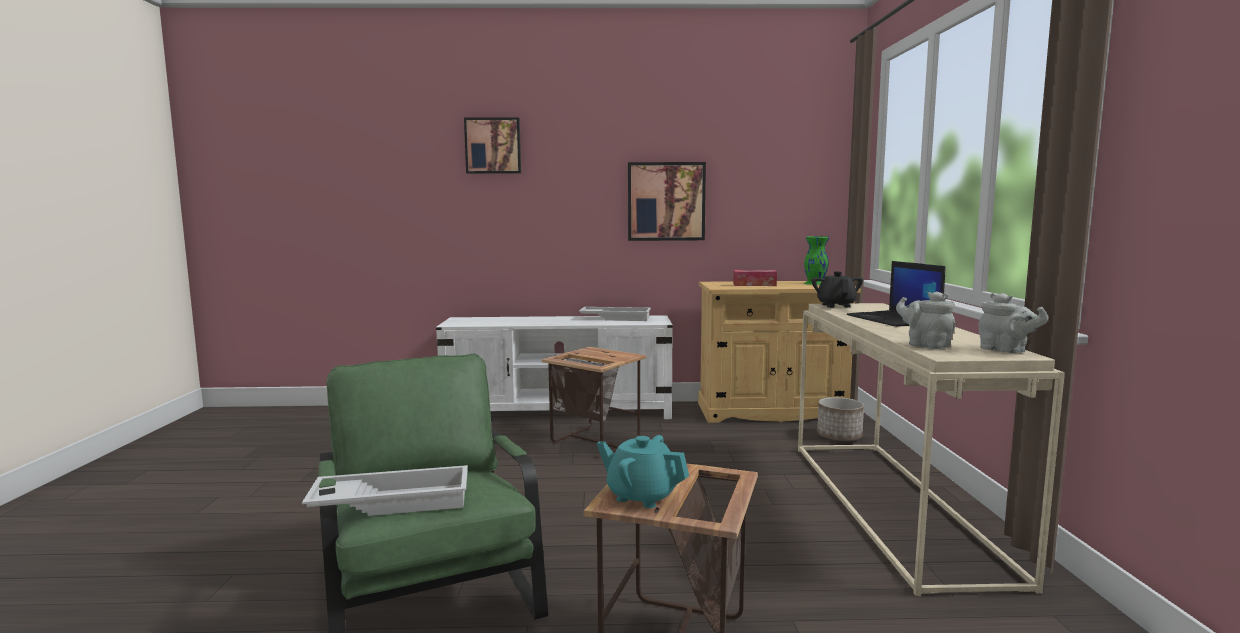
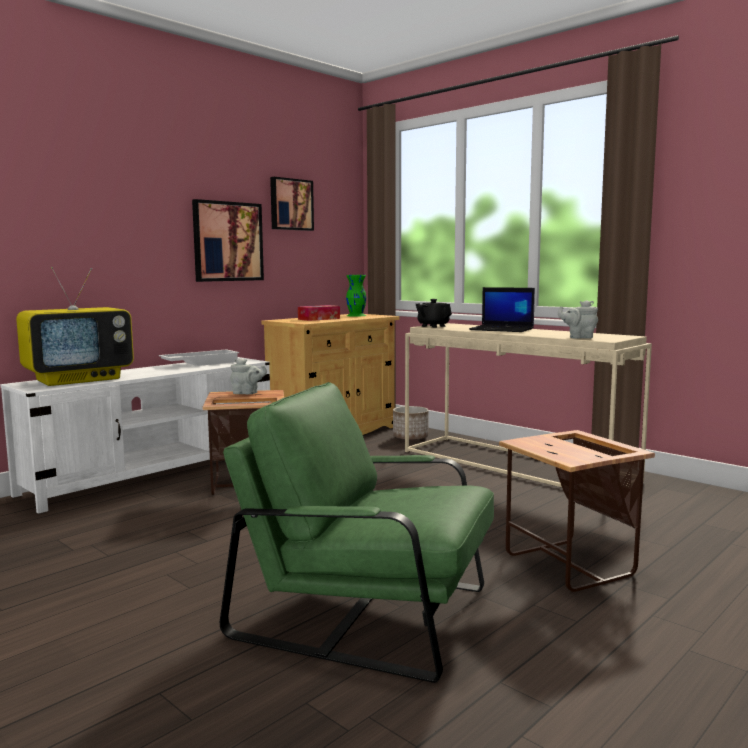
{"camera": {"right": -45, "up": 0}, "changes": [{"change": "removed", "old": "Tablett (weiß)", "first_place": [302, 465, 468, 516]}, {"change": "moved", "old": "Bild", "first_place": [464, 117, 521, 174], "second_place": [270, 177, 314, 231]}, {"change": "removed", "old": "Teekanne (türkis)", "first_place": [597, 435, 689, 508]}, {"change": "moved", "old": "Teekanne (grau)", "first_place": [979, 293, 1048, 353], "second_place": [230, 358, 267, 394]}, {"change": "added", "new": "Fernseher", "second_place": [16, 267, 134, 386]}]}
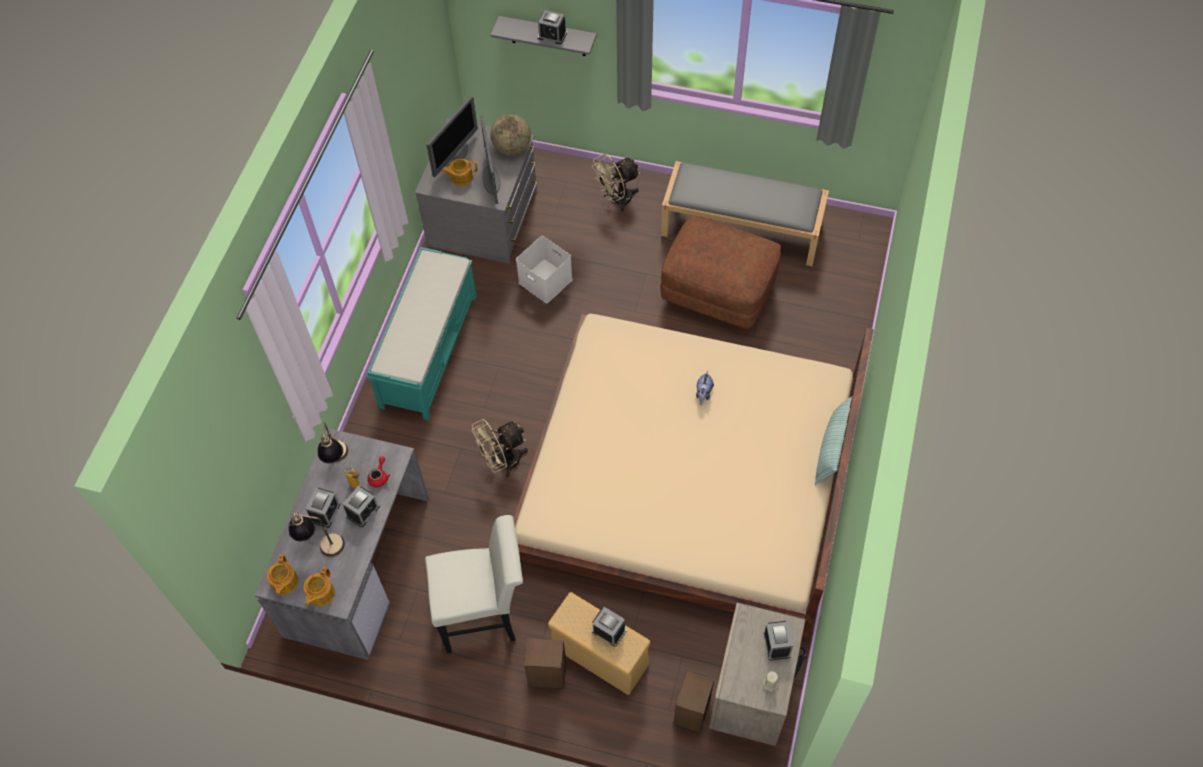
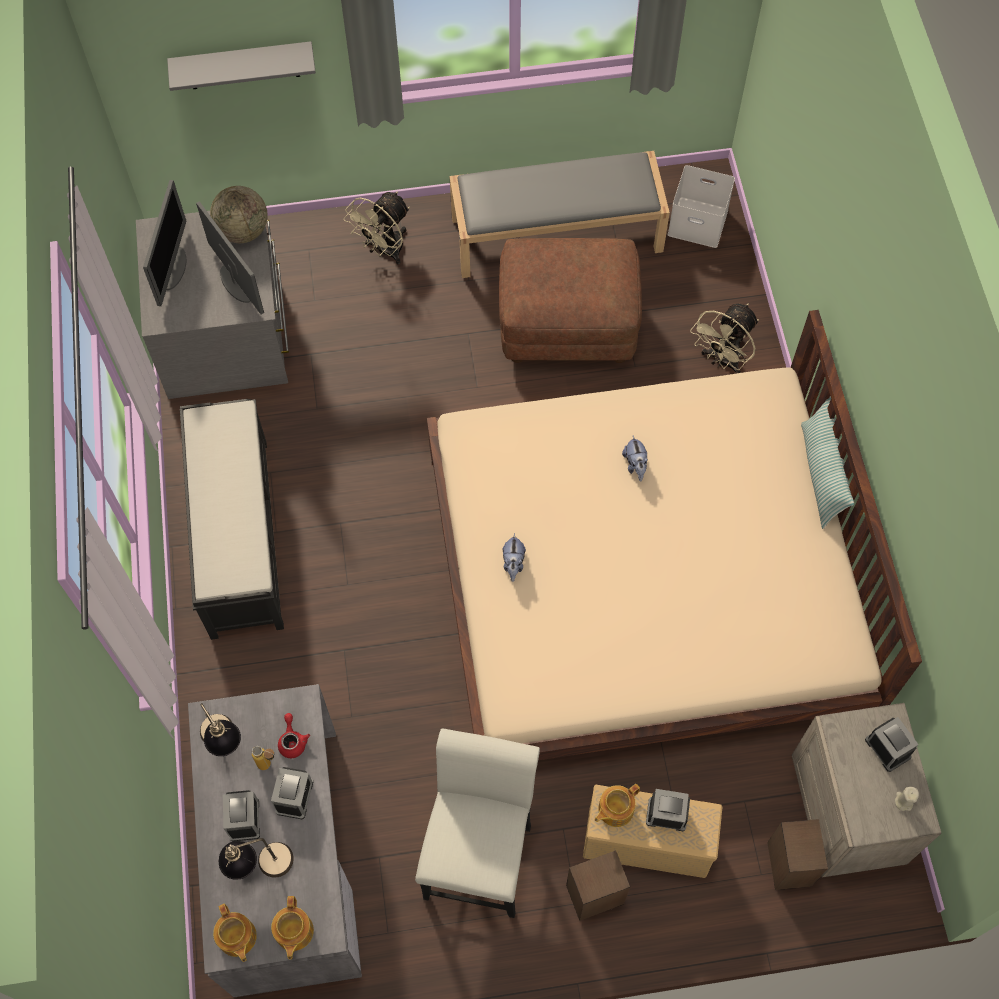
{"camera": {"right": -25, "up": 5}, "changes": [{"change": "recoloured", "old": "Bank (türkis)", "new": "Bank (schwarz)", "first_place": [367, 247, 477, 420], "second_place": [180, 399, 284, 640]}, {"change": "turned", "old": "Stuhl (weiß)", "first_place": [425, 515, 523, 653], "second_place": [415, 729, 540, 918], "degrees": -45}, {"change": "moved", "old": "Teekanne", "first_place": [442, 159, 477, 186], "second_place": [595, 784, 640, 827]}, {"change": "moved", "old": "Ventilator (beige)", "first_place": [472, 419, 528, 478], "second_place": [690, 303, 759, 373]}, {"change": "moved", "old": "Aufbewahrungsbox (weiß)", "first_place": [516, 236, 573, 303], "second_place": [668, 165, 735, 248]}, {"change": "removed", "old": "Wecker", "first_place": [538, 10, 567, 44]}, {"change": "added", "new": "Plüschtier", "second_place": [503, 533, 526, 582]}]}
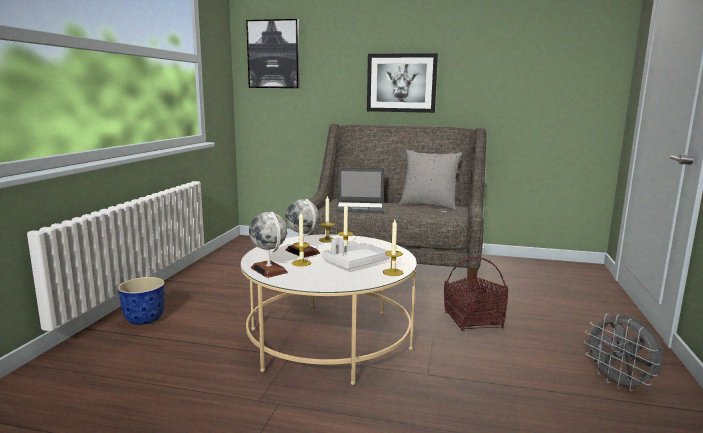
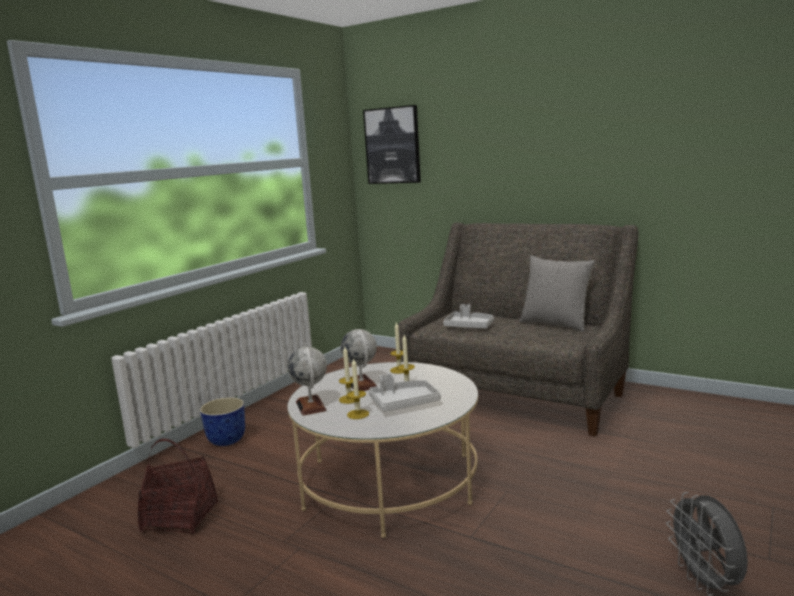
{"camera": {"right": 20, "up": 0}, "changes": [{"change": "replaced", "old": "Laptop", "new": "Tablett (grau)", "first_place": [335, 167, 385, 213], "second_place": [443, 304, 494, 328]}, {"change": "removed", "old": "Bild", "first_place": [367, 53, 438, 113]}, {"change": "moved", "old": "Kerze", "first_place": [383, 220, 403, 276], "second_place": [347, 358, 369, 419]}, {"change": "moved", "old": "Korb", "first_place": [444, 257, 508, 331], "second_place": [138, 439, 218, 534]}]}
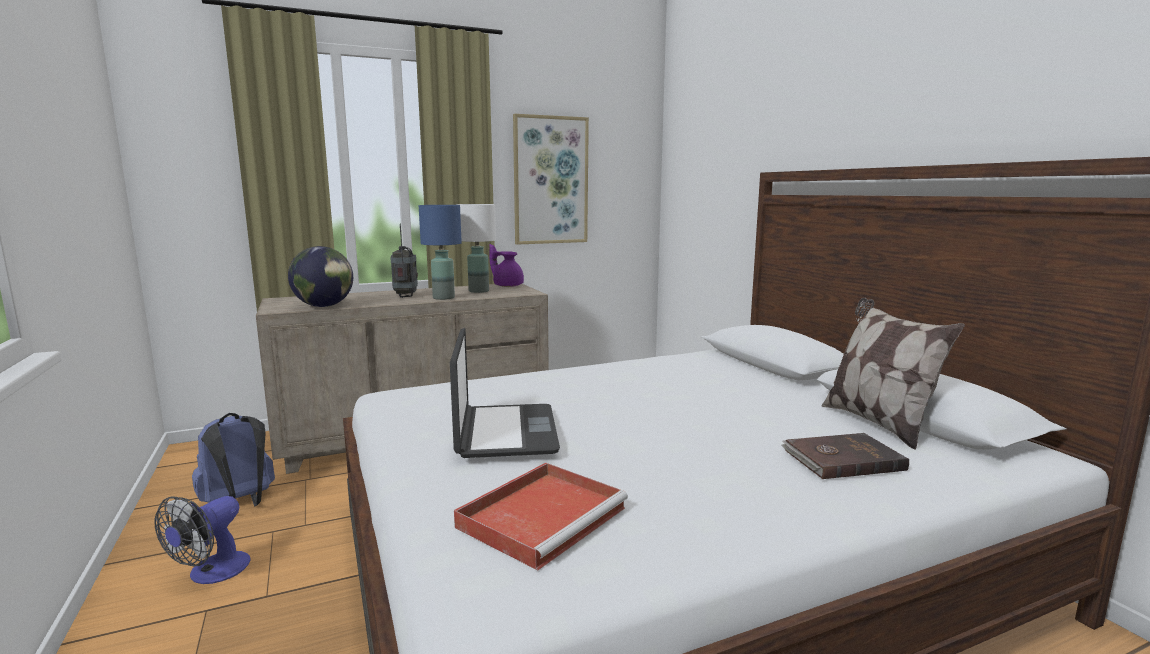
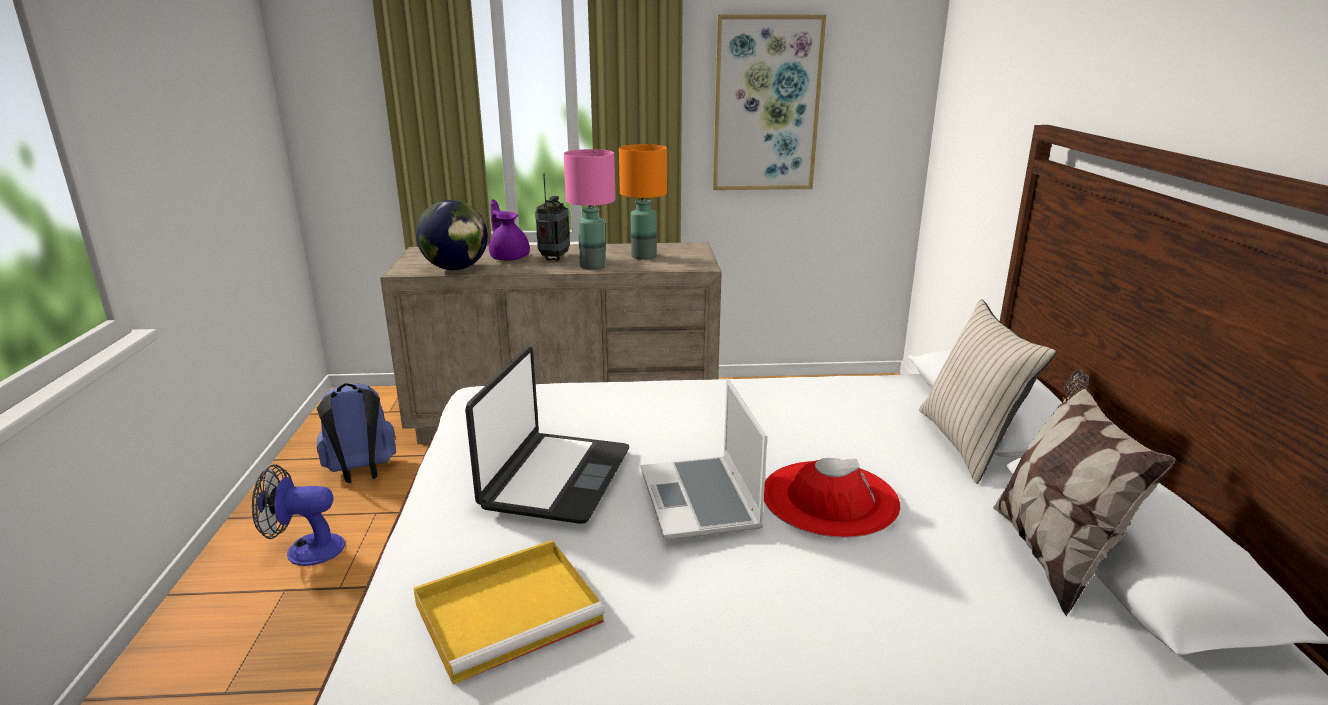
{"camera": {"right": 20, "up": 10}, "changes": [{"change": "turned", "old": "Ventilator", "first_place": [154, 496, 251, 584], "second_place": [252, 464, 345, 566], "degrees": 45}, {"change": "recoloured", "old": "Tischlampe (blau)", "new": "Tischlampe (rosa)", "first_place": [419, 205, 462, 300], "second_place": [564, 149, 615, 269]}, {"change": "recoloured", "old": "Tablett (rot)", "new": "Tablett (gelb)", "first_place": [454, 463, 628, 570], "second_place": [413, 540, 605, 685]}, {"change": "recoloured", "old": "Tischlampe (weiß)", "new": "Tischlampe (orange)", "first_place": [457, 204, 496, 293], "second_place": [619, 144, 667, 260]}, {"change": "moved", "old": "Teekanne (lila)", "first_place": [489, 244, 524, 287], "second_place": [489, 199, 530, 261]}, {"change": "removed", "old": "Buch (braun)", "first_place": [781, 433, 909, 479]}, {"change": "added", "new": "Laptop", "second_place": [641, 378, 767, 540]}, {"change": "added", "new": "Hut (rot)", "second_place": [764, 458, 900, 538]}, {"change": "added", "new": "Kissen (beige)", "second_place": [919, 299, 1056, 484]}]}
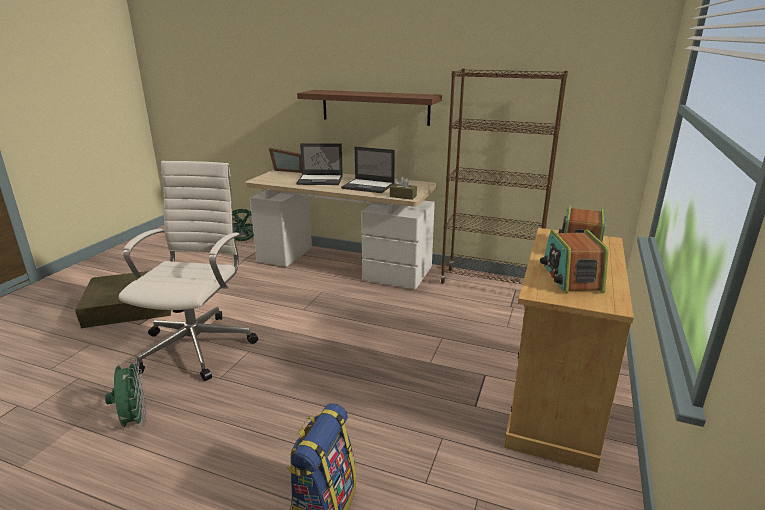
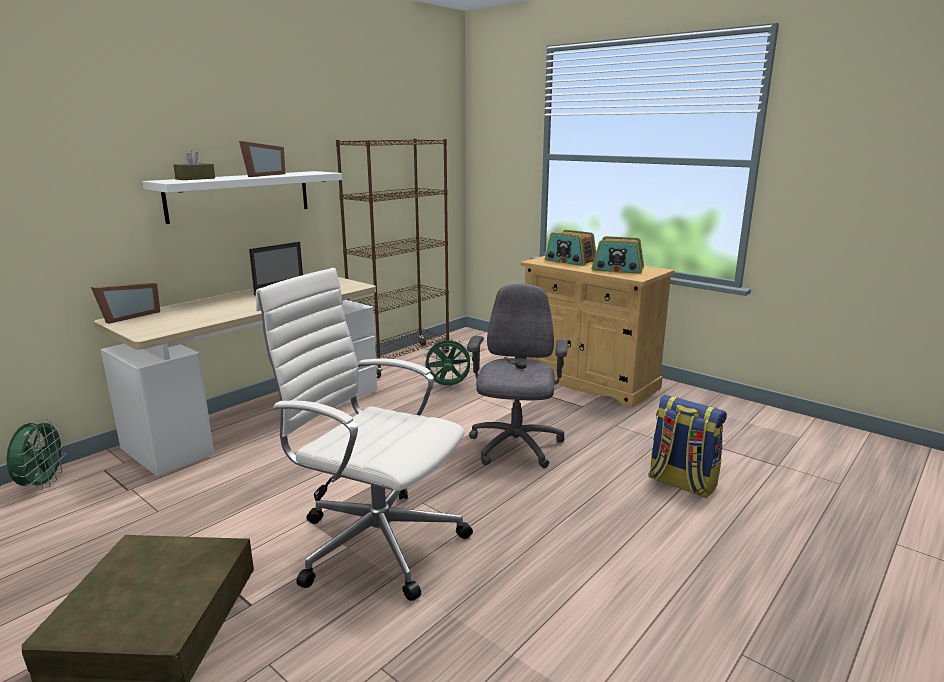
{"camera": {"right": -70, "up": -5}, "changes": [{"change": "moved", "old": "Ventilator (grün)", "first_place": [105, 359, 147, 427], "second_place": [423, 337, 472, 385]}, {"change": "removed", "old": "Laptop", "first_place": [296, 143, 343, 185]}, {"change": "recoloured", "old": "Wandregal (braun)", "new": "Wandregal (weiß)", "first_place": [297, 90, 442, 126], "second_place": [142, 171, 342, 224]}, {"change": "moved", "old": "Taschentuchbox (braun)", "first_place": [390, 176, 417, 200], "second_place": [173, 149, 215, 180]}, {"change": "added", "new": "Bilderrahmen", "second_place": [239, 141, 285, 177]}, {"change": "added", "new": "Bürostuhl (grau)", "second_place": [467, 284, 568, 468]}]}
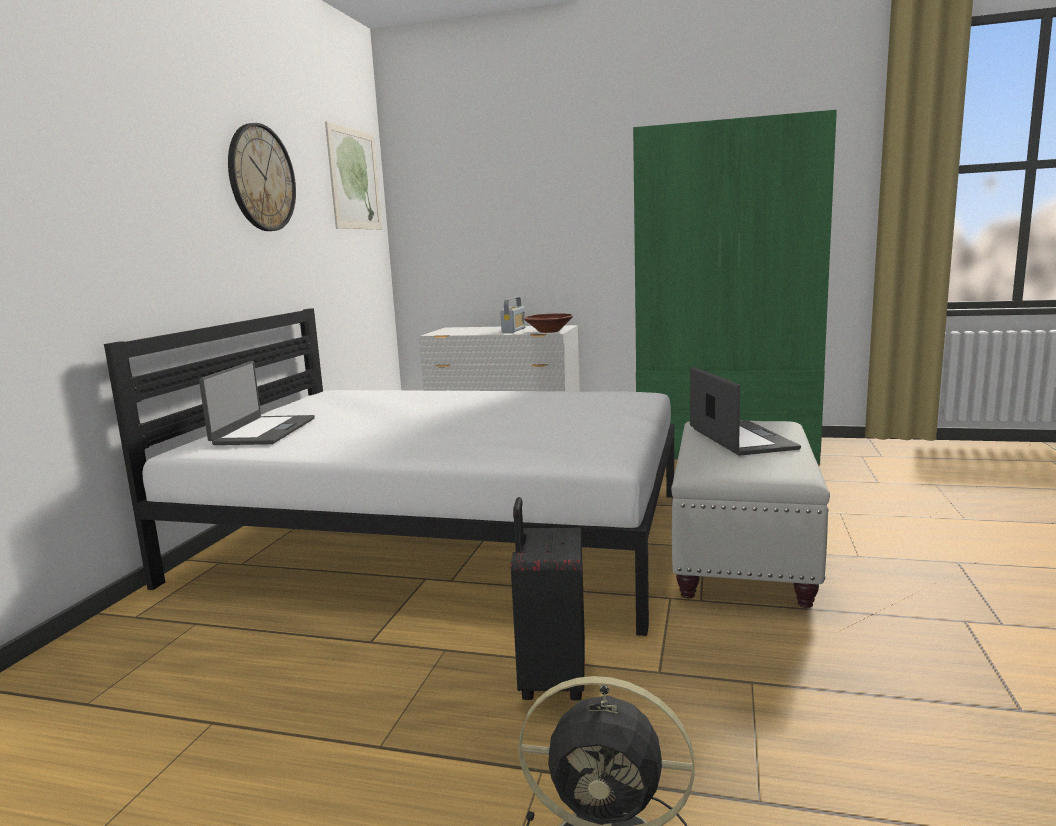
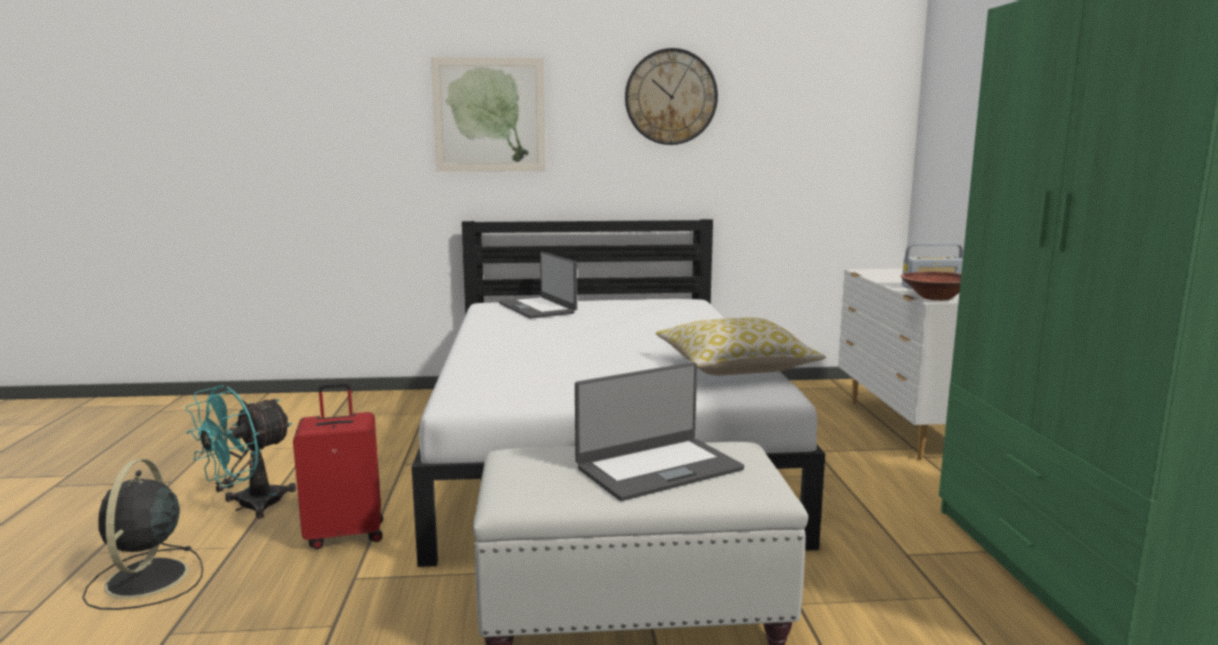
{"camera": {"right": 70, "up": 0}, "changes": [{"change": "turned", "old": "Laptop", "first_place": [199, 361, 315, 445], "second_place": [499, 251, 577, 319], "degrees": 75}, {"change": "moved", "old": "Bild", "first_place": [325, 121, 382, 229], "second_place": [431, 57, 546, 172]}, {"change": "recoloured", "old": "Koffer (schwarz)", "new": "Koffer (rot)", "first_place": [511, 497, 585, 700], "second_place": [293, 382, 383, 549]}, {"change": "added", "new": "Ventilator (türkis)", "second_place": [186, 385, 296, 519]}, {"change": "added", "new": "Kissen", "second_place": [656, 318, 826, 376]}]}
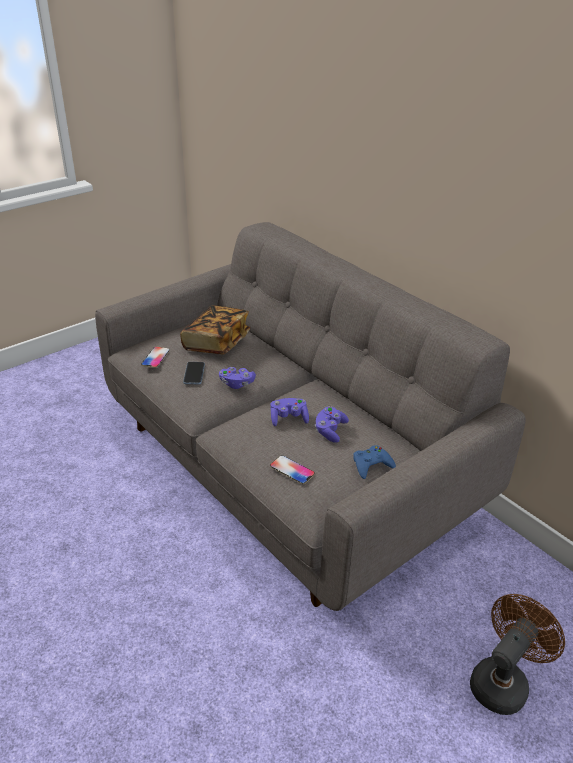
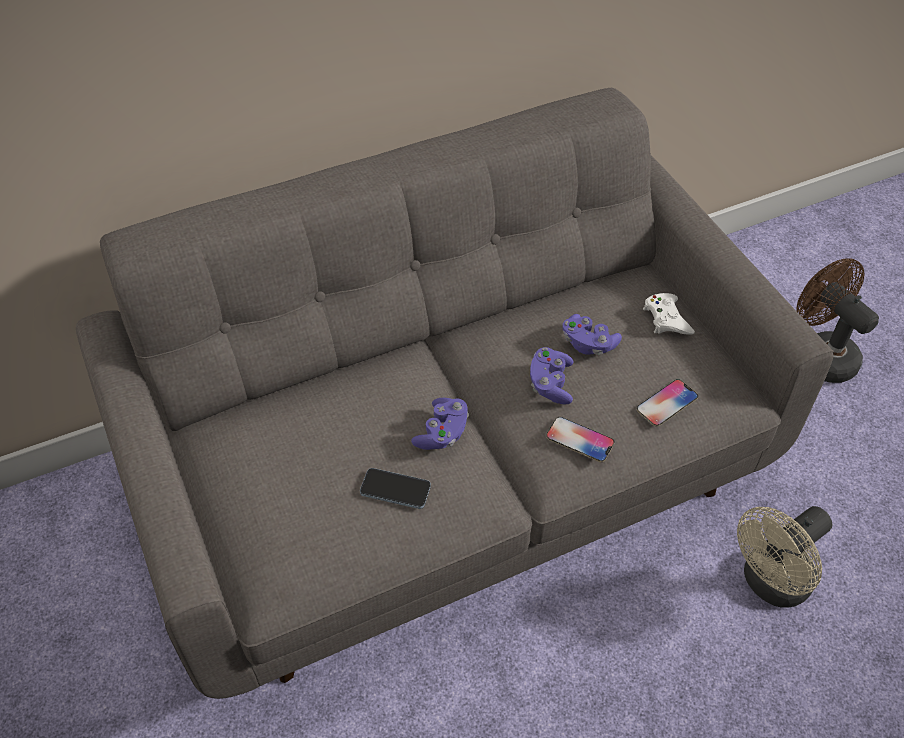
{"camera": {"right": -75, "up": 15}, "changes": [{"change": "moved", "old": "Handy", "first_place": [141, 346, 170, 368], "second_place": [546, 417, 614, 462]}, {"change": "removed", "old": "Buch", "first_place": [180, 305, 250, 354]}, {"change": "recoloured", "old": "Gamepad (blau)", "new": "Gamepad (weiß)", "first_place": [353, 445, 396, 479], "second_place": [643, 293, 695, 335]}, {"change": "added", "new": "Ventilator (beige)", "second_place": [737, 506, 832, 608]}]}
